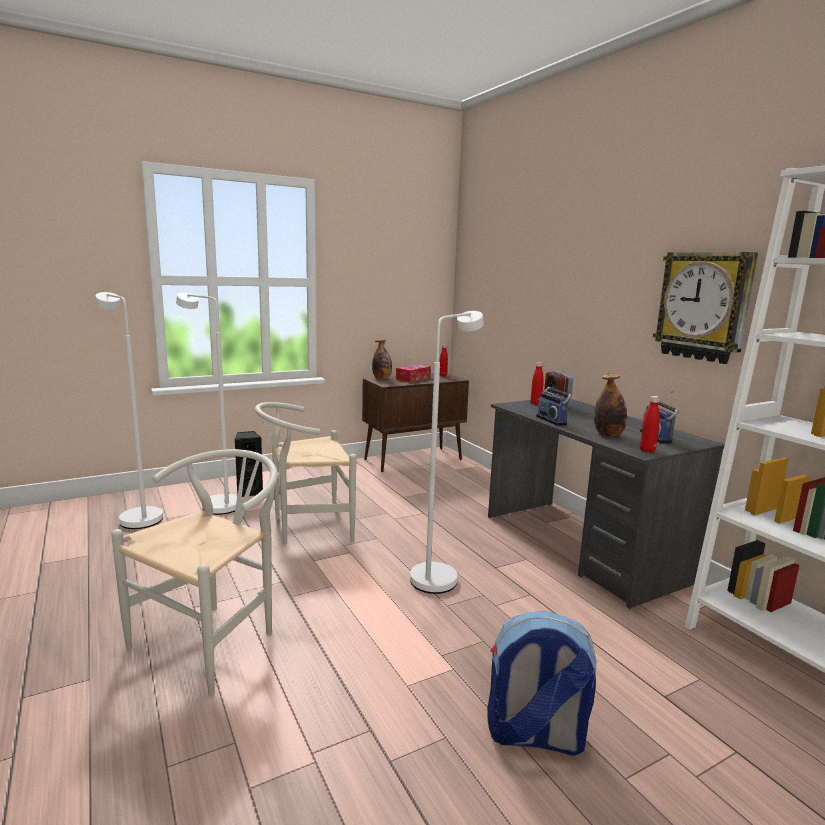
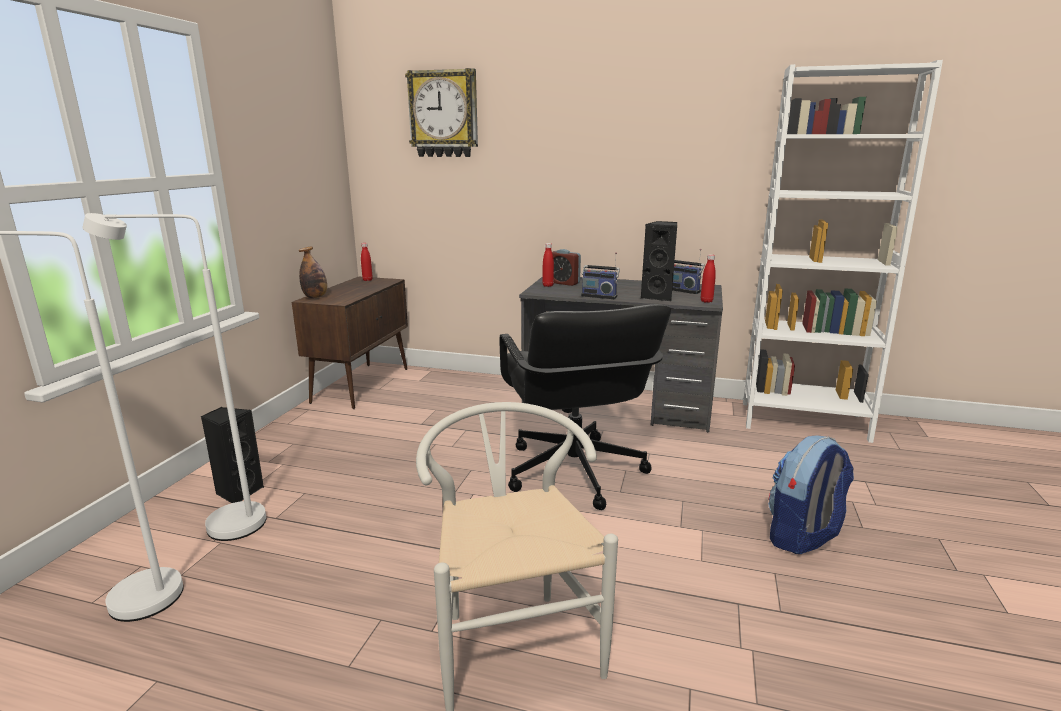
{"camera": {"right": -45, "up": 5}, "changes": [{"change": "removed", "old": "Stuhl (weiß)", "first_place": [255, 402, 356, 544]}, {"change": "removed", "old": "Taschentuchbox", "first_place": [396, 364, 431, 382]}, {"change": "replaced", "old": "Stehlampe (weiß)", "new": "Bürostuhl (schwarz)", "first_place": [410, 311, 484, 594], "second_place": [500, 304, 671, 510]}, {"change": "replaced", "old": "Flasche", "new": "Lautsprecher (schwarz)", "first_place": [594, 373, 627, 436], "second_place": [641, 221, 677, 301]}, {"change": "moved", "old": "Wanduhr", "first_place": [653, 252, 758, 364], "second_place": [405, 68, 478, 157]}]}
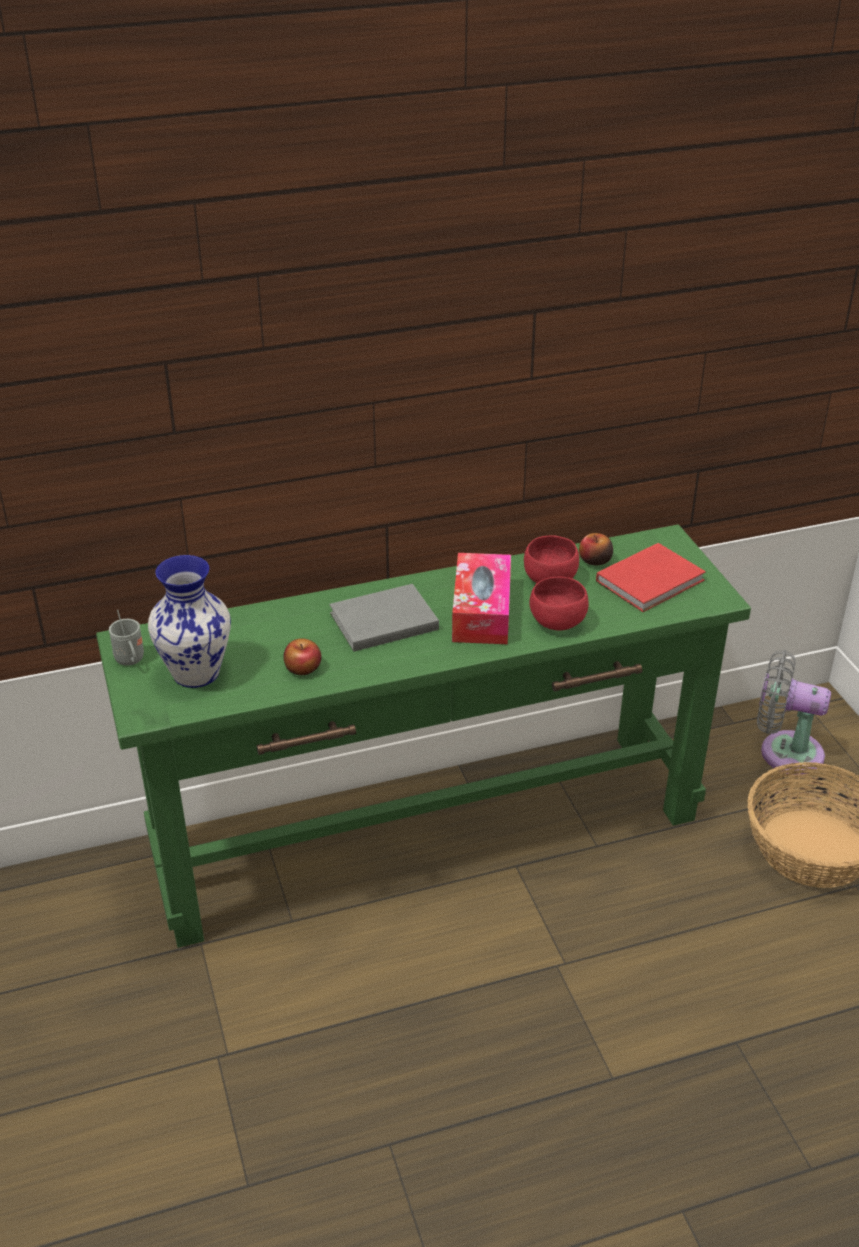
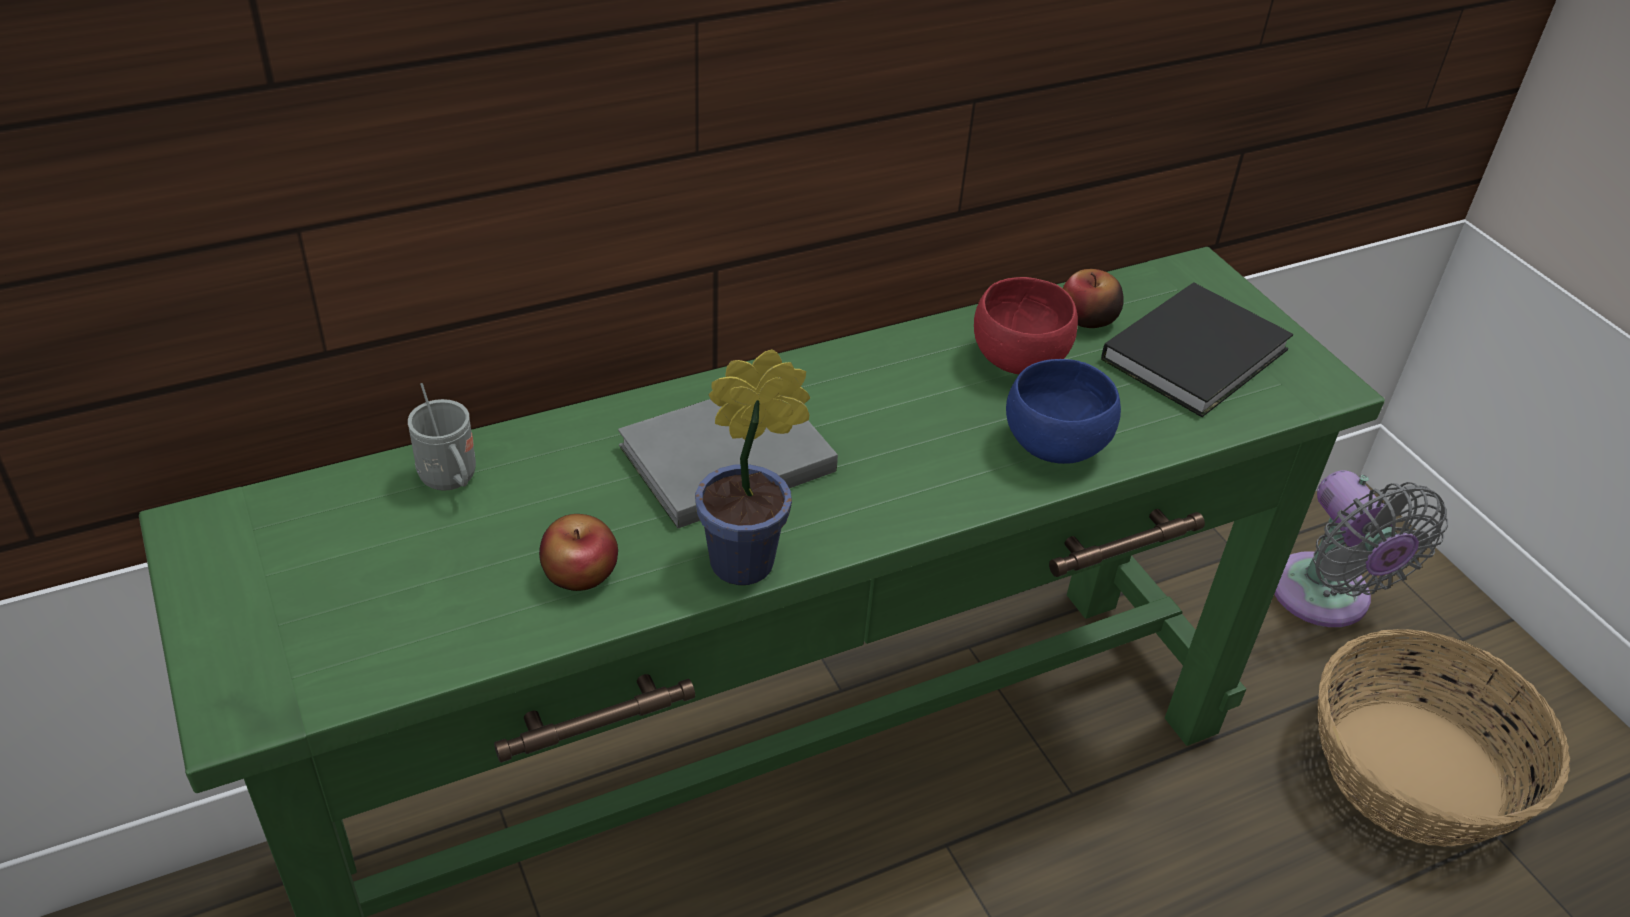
{"camera": {"right": -10, "up": 5}, "changes": [{"change": "moved", "old": "Henkelbecher (grau)", "first_place": [109, 610, 144, 666], "second_place": [408, 383, 476, 491]}, {"change": "removed", "old": "Vase", "first_place": [148, 555, 231, 688]}, {"change": "removed", "old": "Taschentuchbox", "first_place": [452, 553, 511, 644]}, {"change": "recoloured", "old": "Schüssel (rot)", "new": "Schüssel (blau)", "first_place": [530, 577, 589, 630], "second_place": [1006, 359, 1121, 464]}, {"change": "recoloured", "old": "Buch (rot)", "new": "Buch (schwarz)", "first_place": [596, 543, 706, 612], "second_place": [1101, 282, 1293, 417]}, {"change": "turned", "old": "Ventilator (grau)", "first_place": [757, 650, 831, 775], "second_place": [1274, 470, 1448, 627], "degrees": -120}, {"change": "added", "new": "Topfpflanze", "second_place": [695, 349, 810, 585]}]}
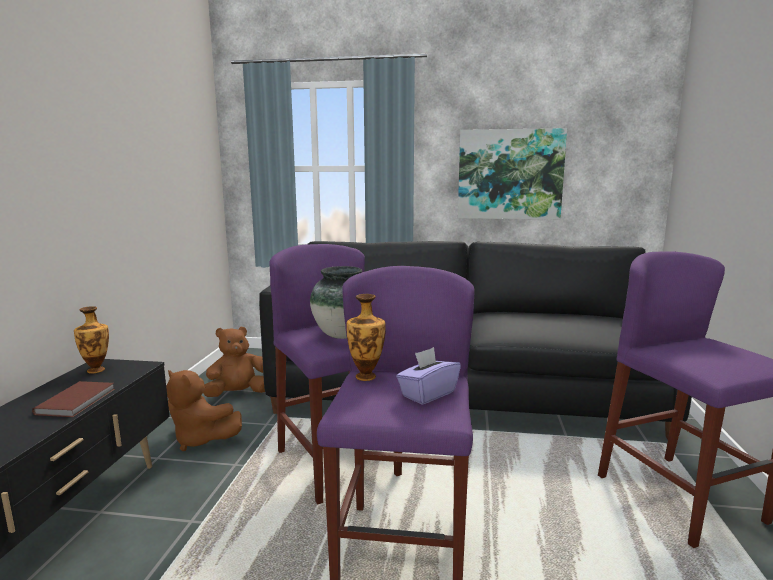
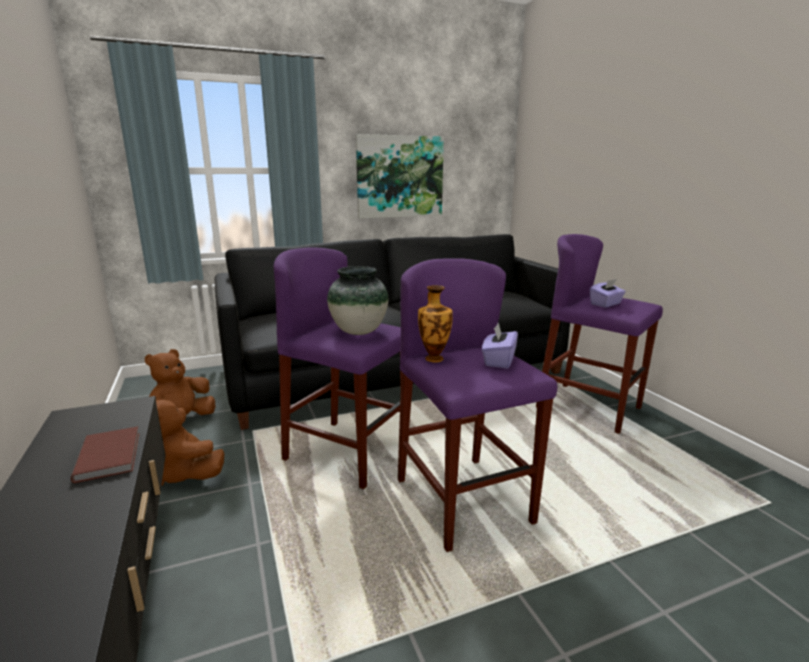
{"camera": {"right": -30, "up": 5}, "changes": [{"change": "removed", "old": "Vase", "first_place": [74, 306, 109, 374]}, {"change": "turned", "old": "Plüschtier (braun)", "first_place": [166, 370, 242, 451], "second_place": [156, 400, 224, 486], "degrees": 45}, {"change": "added", "new": "Taschentuchbox (lila)", "second_place": [590, 279, 626, 308]}]}
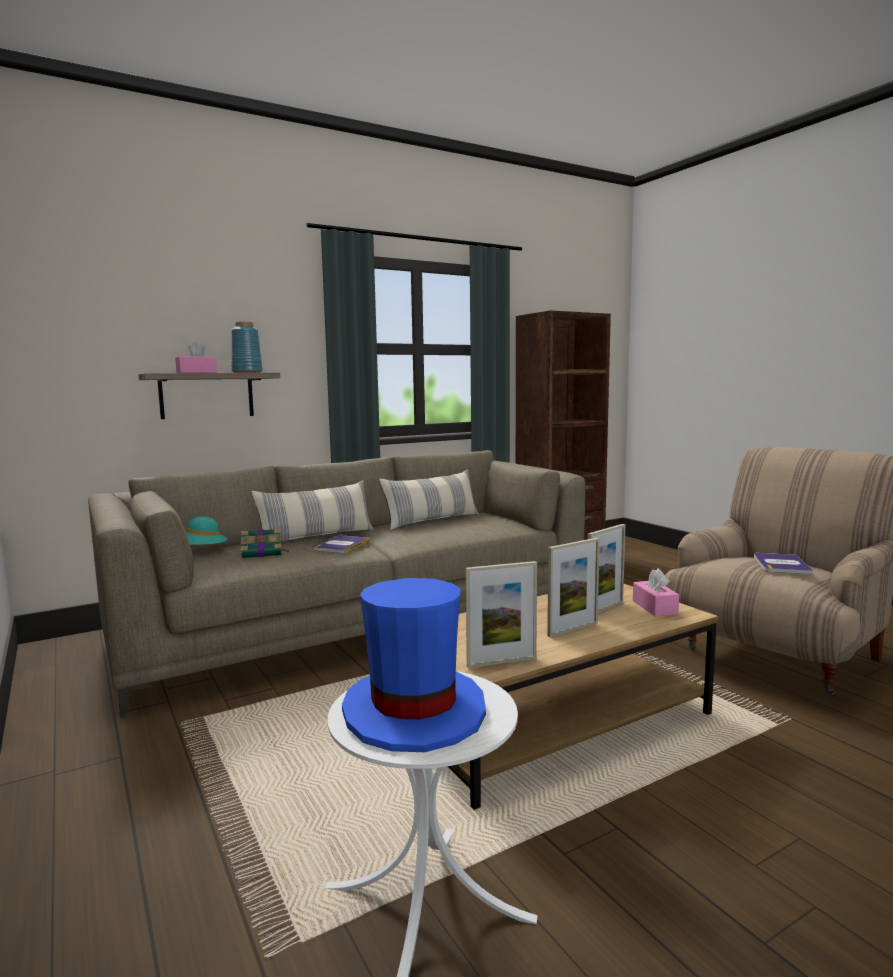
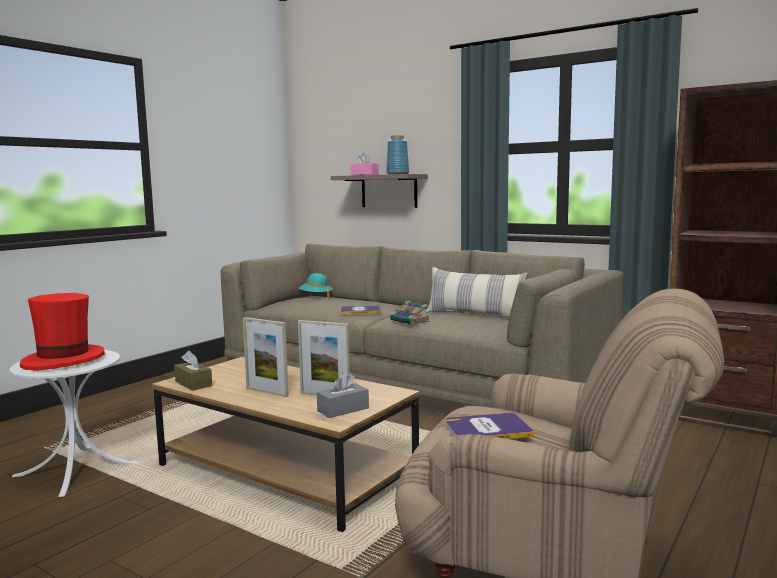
{"camera": {"right": 65, "up": 0}, "changes": [{"change": "moved", "old": "Buch", "first_place": [241, 528, 289, 558], "second_place": [390, 300, 430, 325]}, {"change": "removed", "old": "Kissen", "first_place": [251, 480, 374, 542]}, {"change": "recoloured", "old": "Hut (blau)", "new": "Hut (rot)", "first_place": [342, 578, 486, 752], "second_place": [20, 293, 105, 371]}, {"change": "replaced", "old": "Bilderrahmen", "new": "Taschentuchbox (braun)", "first_place": [466, 561, 537, 668], "second_place": [174, 350, 212, 391]}, {"change": "recoloured", "old": "Taschentuchbox (rosa)", "new": "Taschentuchbox (grau)", "first_place": [633, 568, 679, 617], "second_place": [317, 372, 369, 418]}]}
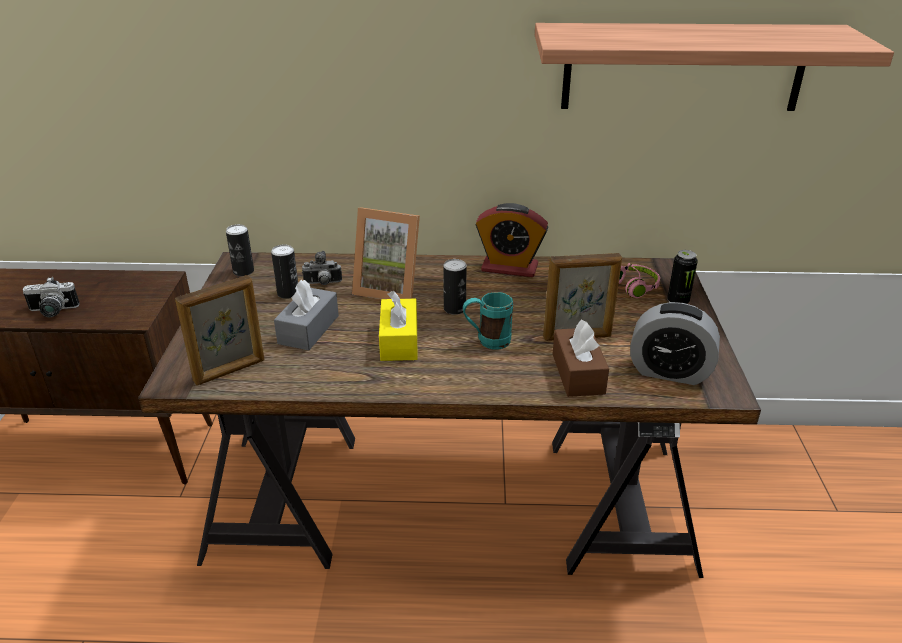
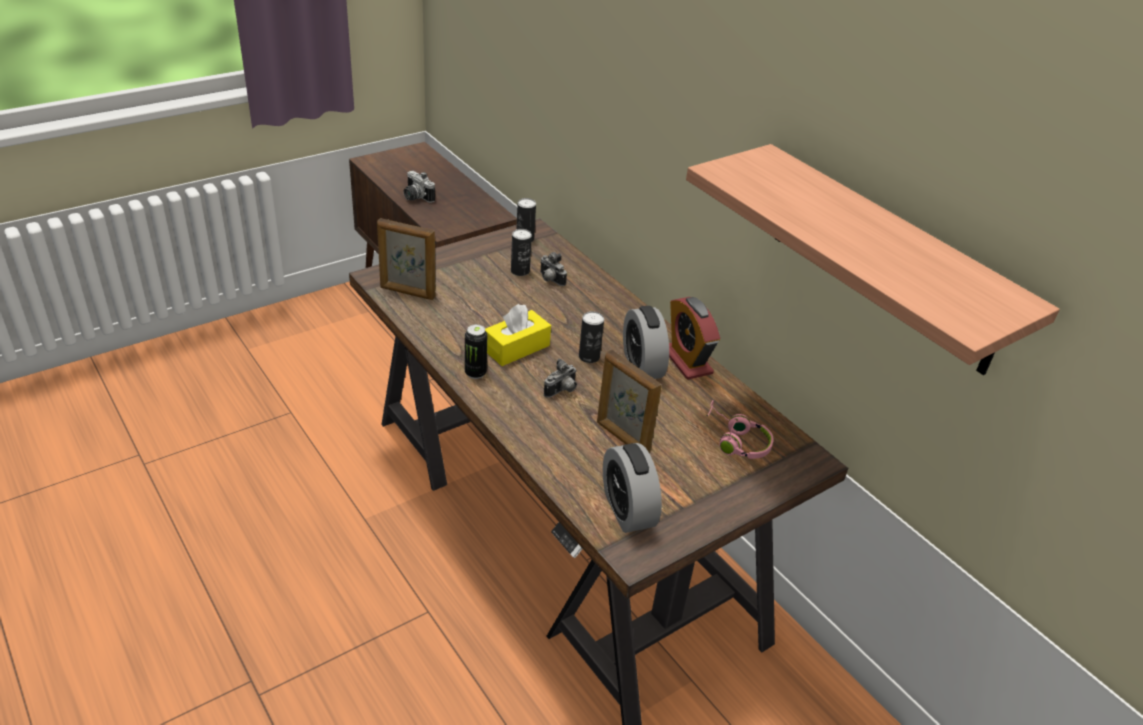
{"camera": {"right": 50, "up": 5}, "changes": [{"change": "removed", "old": "Taschentuchbox (grau)", "first_place": [274, 280, 339, 350]}, {"change": "removed", "old": "Bilderrahmen", "first_place": [352, 207, 420, 299]}, {"change": "replaced", "old": "Henkelbecher (türkis)", "new": "Kamera", "first_place": [463, 292, 513, 350], "second_place": [544, 358, 577, 398]}, {"change": "removed", "old": "Taschentuchbox (braun)", "first_place": [553, 319, 609, 397]}, {"change": "moved", "old": "Dose", "first_place": [667, 250, 698, 304], "second_place": [465, 324, 487, 379]}, {"change": "added", "new": "Wecker", "second_place": [623, 306, 669, 379]}]}
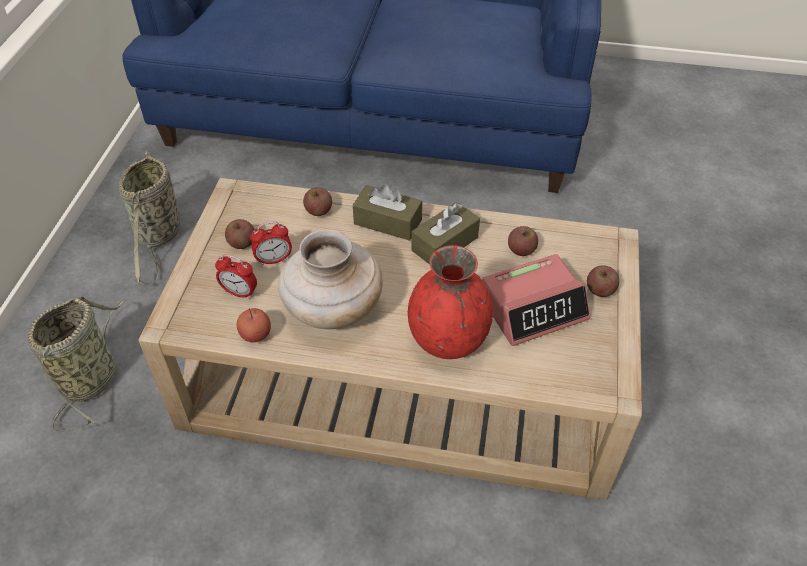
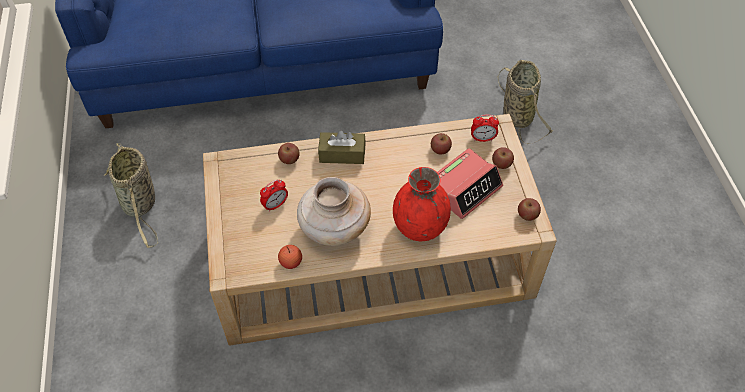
{"camera": {"right": -20, "up": 5}, "changes": [{"change": "moved", "old": "Korb", "first_place": [28, 297, 125, 432], "second_place": [497, 60, 554, 144]}, {"change": "moved", "old": "Wecker", "first_place": [215, 254, 257, 299], "second_place": [471, 115, 499, 142]}, {"change": "moved", "old": "Apfel", "first_place": [225, 219, 255, 249], "second_place": [518, 198, 541, 221]}, {"change": "removed", "old": "Taschentuchbox (braun)", "first_place": [411, 202, 480, 265]}]}
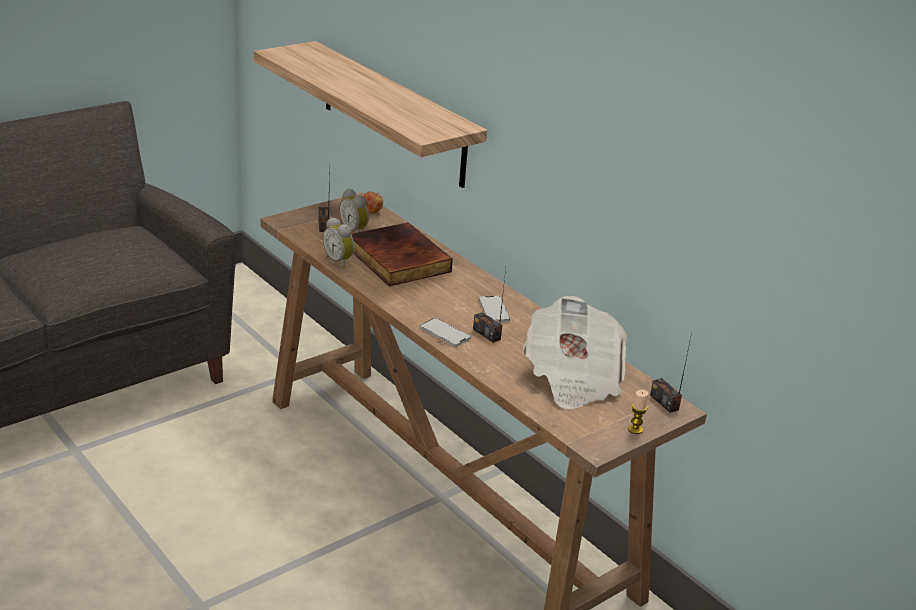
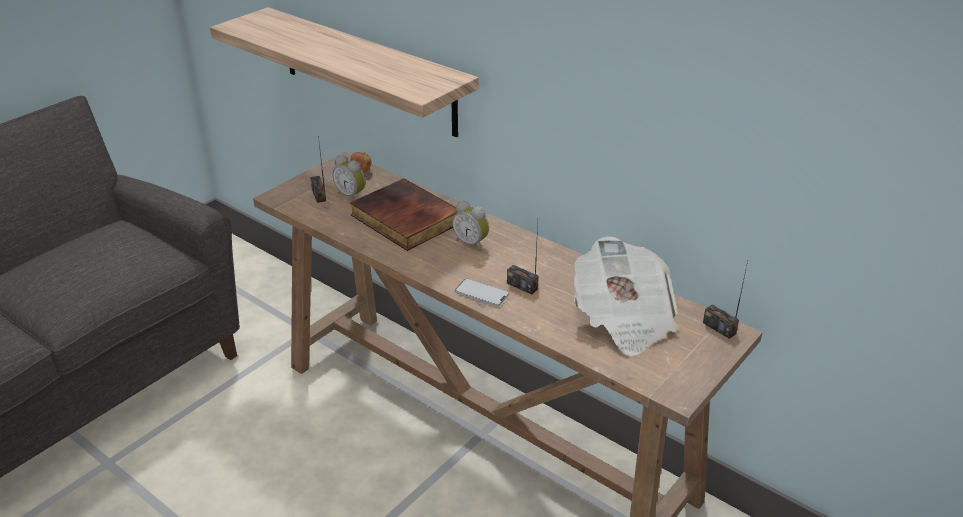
{"camera": {"right": -10, "up": 5}, "changes": [{"change": "moved", "old": "Wecker", "first_place": [322, 217, 354, 268], "second_place": [452, 201, 489, 251]}, {"change": "removed", "old": "Handy", "first_place": [479, 296, 510, 322]}, {"change": "removed", "old": "Kerze", "first_place": [628, 390, 648, 434]}]}
